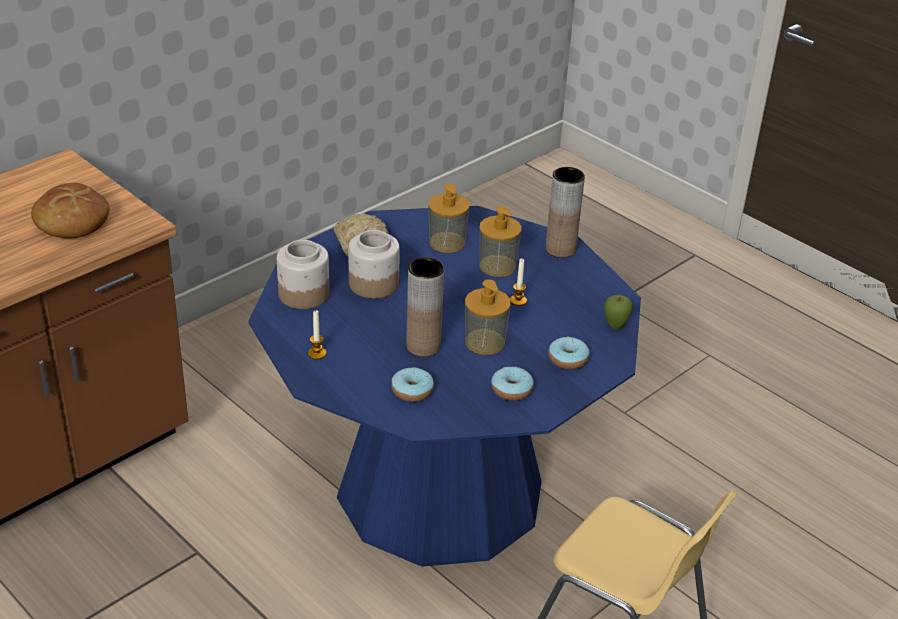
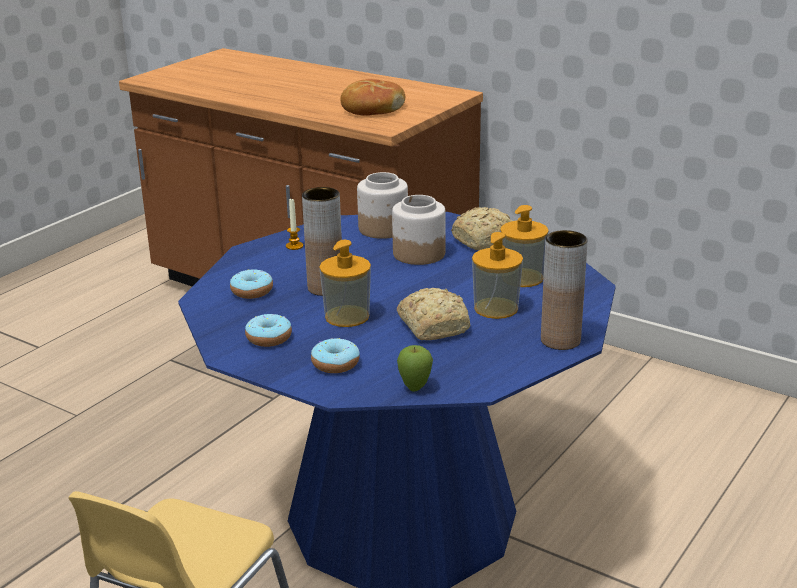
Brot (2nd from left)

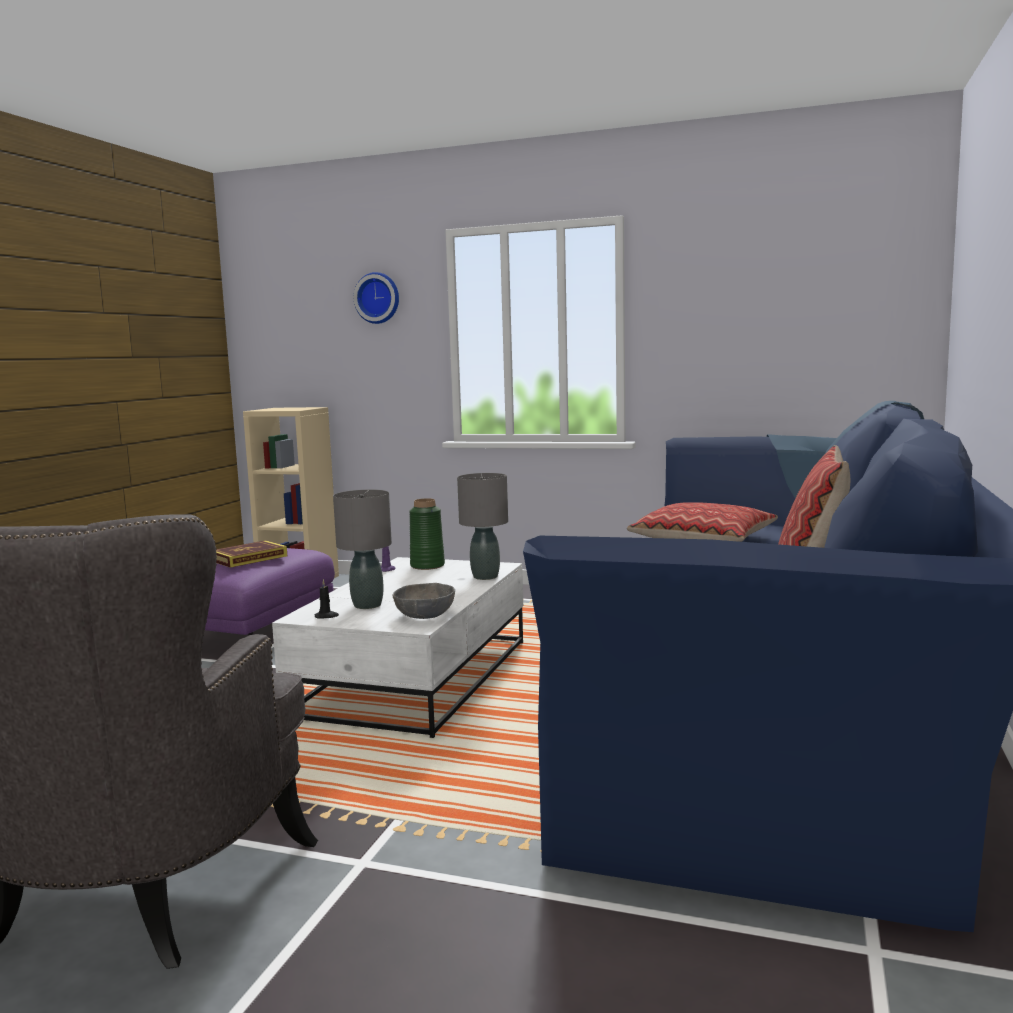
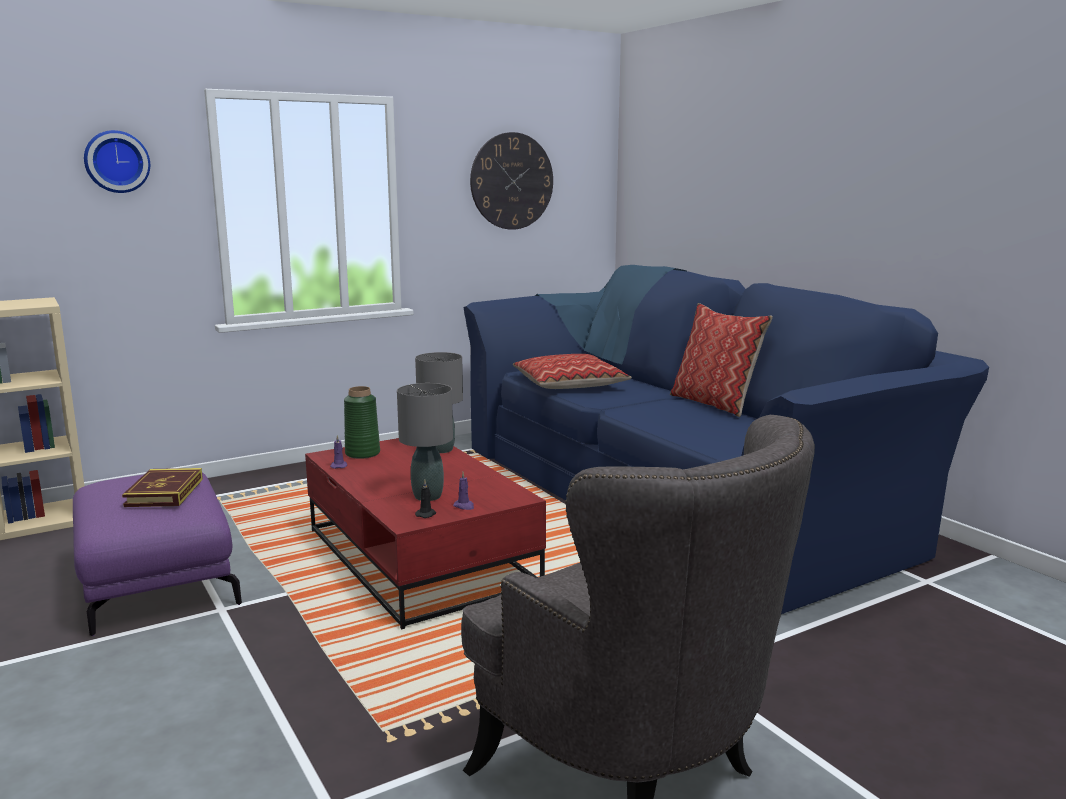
Couchtisch (rot)
Schüssel (grau)
Wanduhr (2nd from left)
Kerze (lila) (2nd from left)

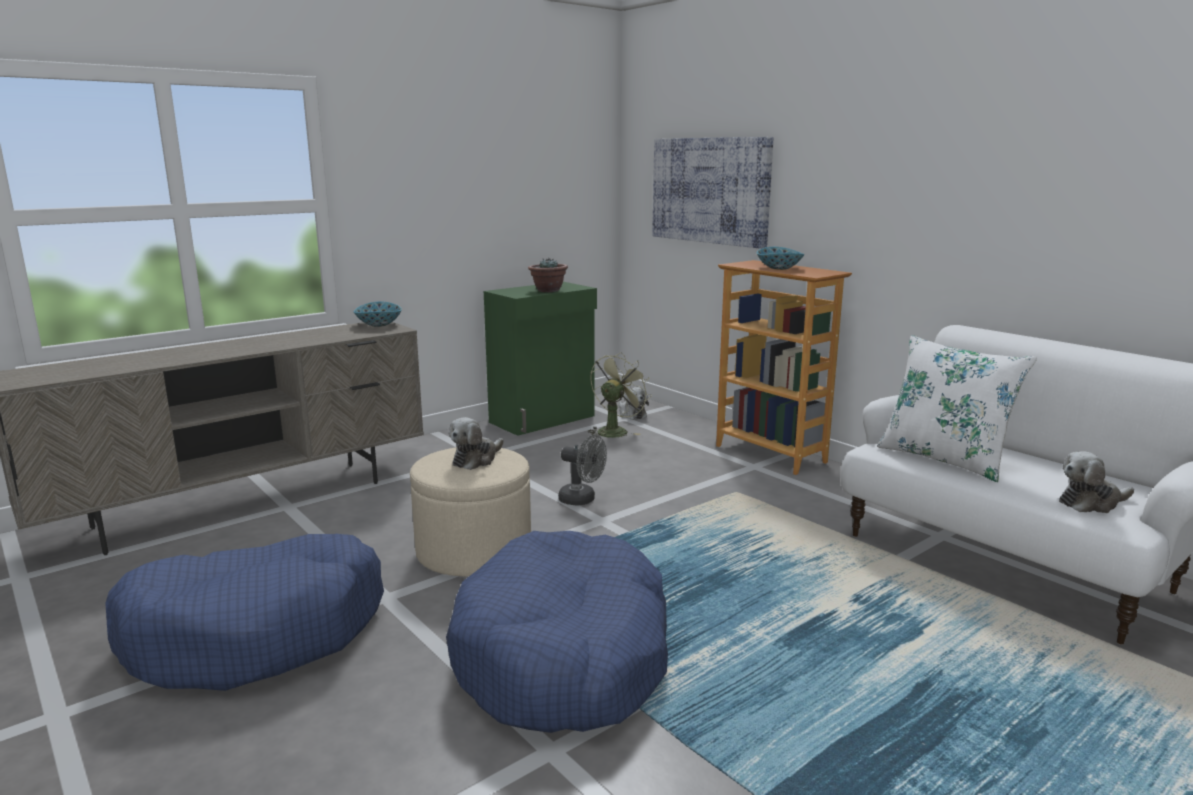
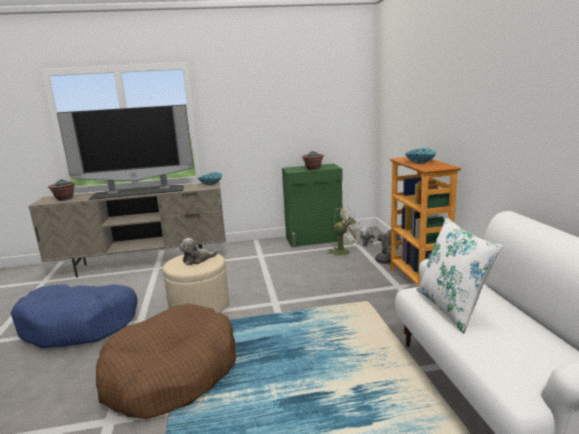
Bild
Ventilator (grau)
Plüschtier (3rd from left in the first image)
Hundebett (braun)
Fernseher
Topfpflanze (1st from left)

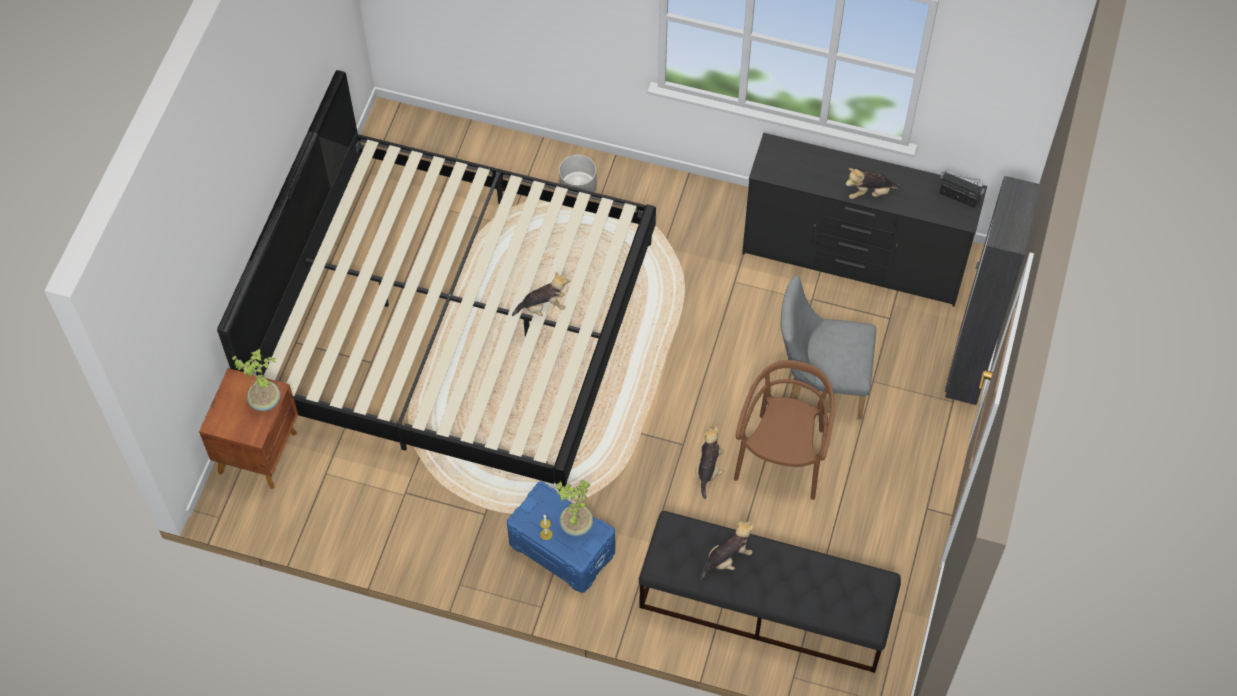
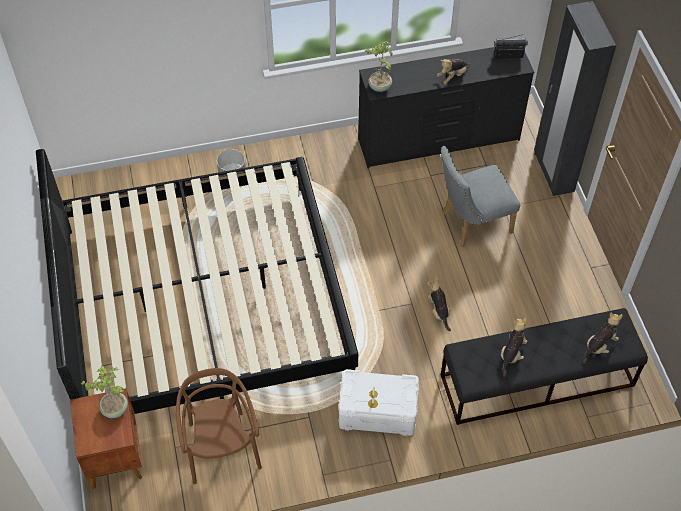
Plüschtier (4th from left)
Stuhl (braun)
Topfpflanze (2nd from left)
Aufbewahrungsbox (weiß)

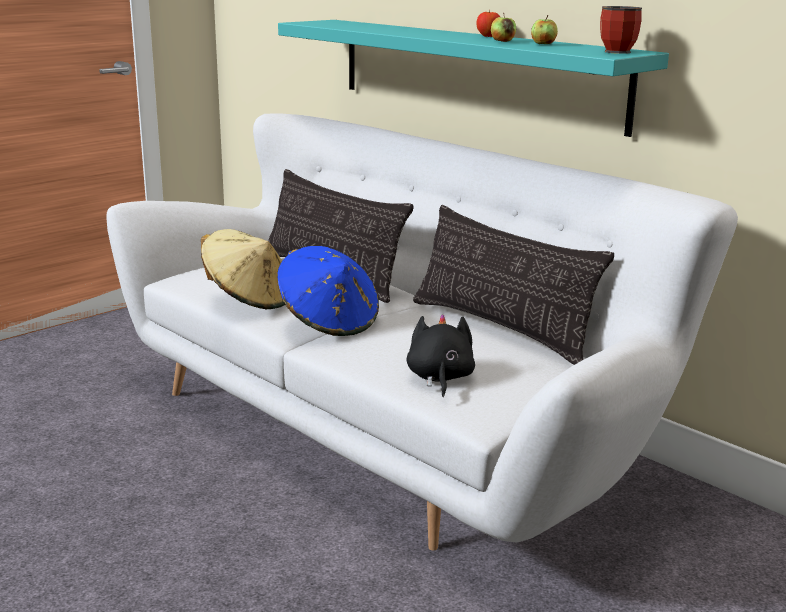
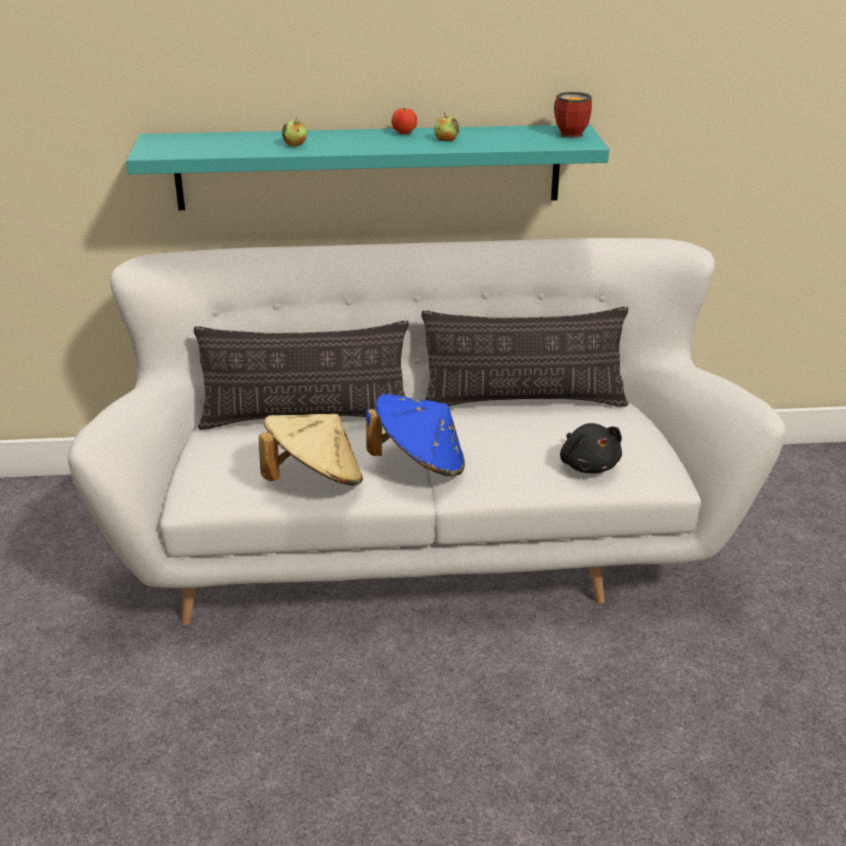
Apfel (1st from left)
Plüschtier (schwarz)

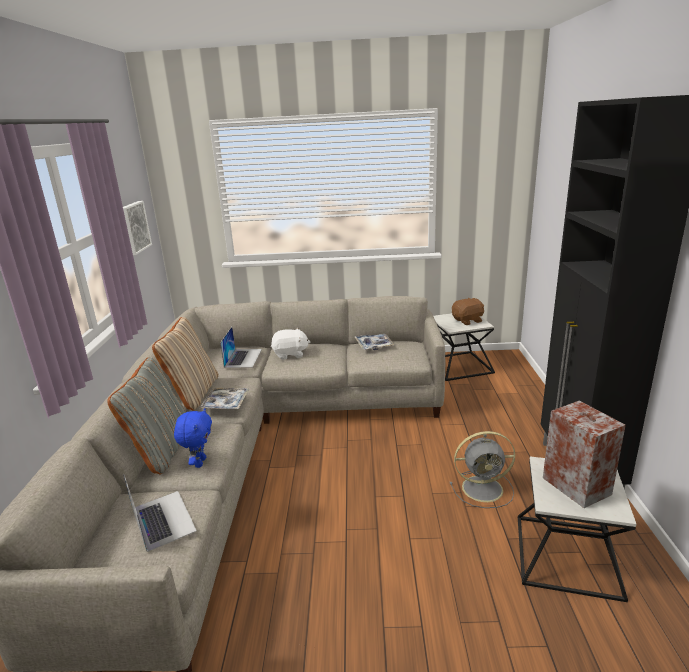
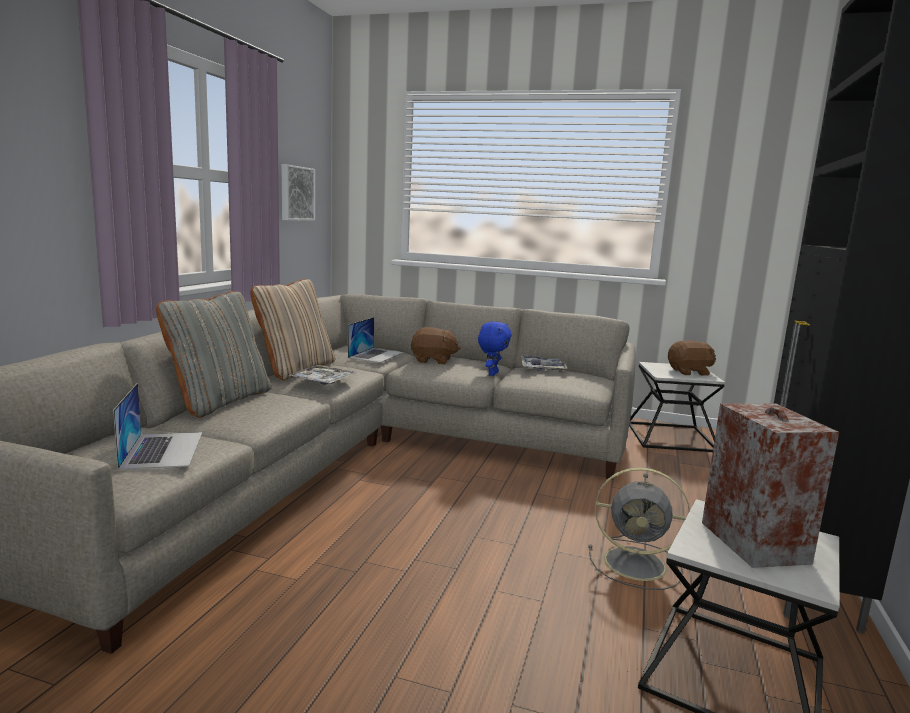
Plüschtier (braun) (1st from left)
Plüschtier (blau)

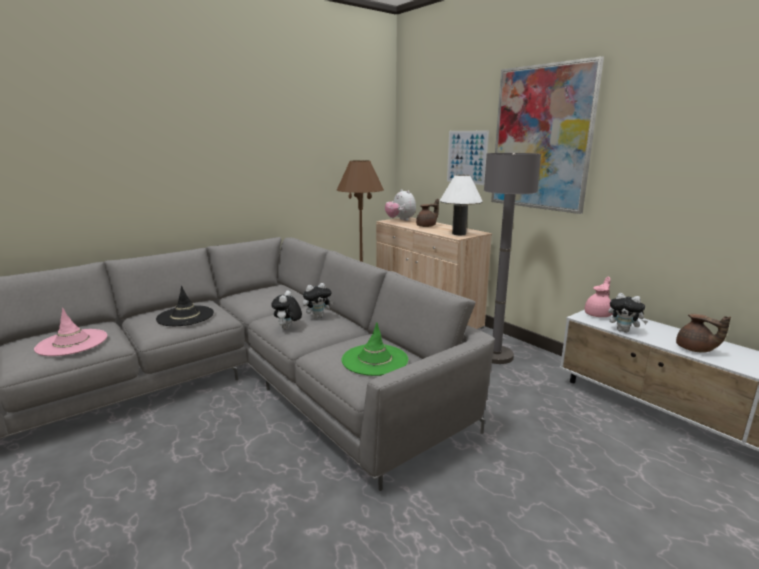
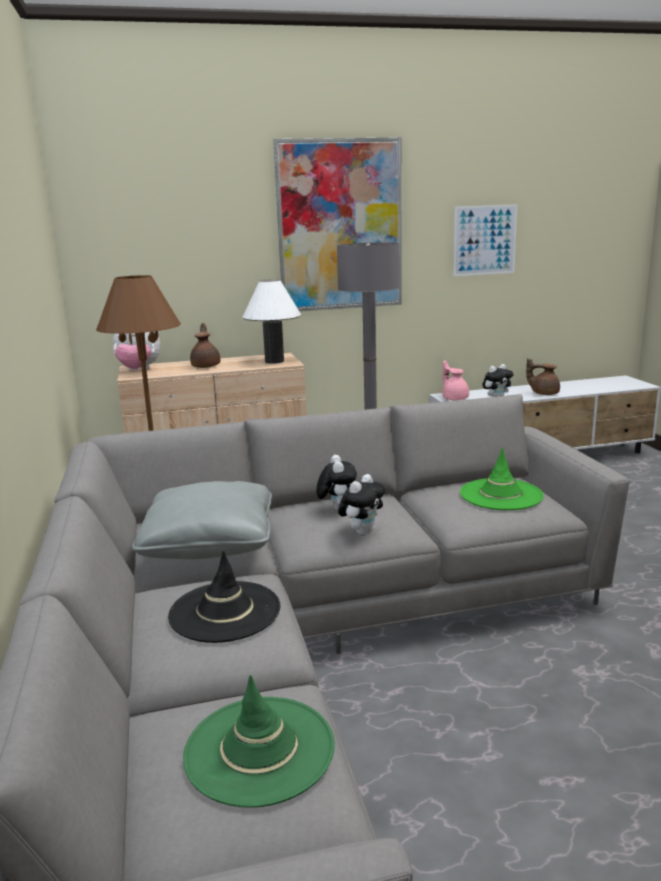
Bild (2nd from left)
Plüschtier (3rd from left)
Hut (grün) (1st from left)
Teekanne (braun) (2nd from left)
Kissen (grau)

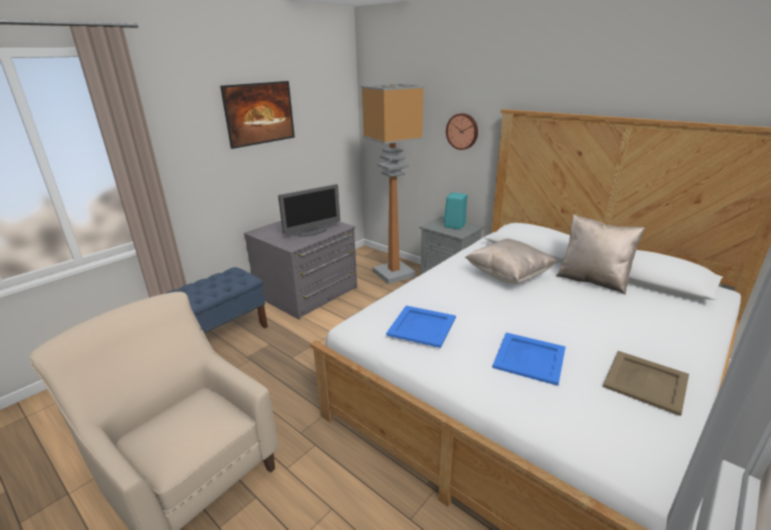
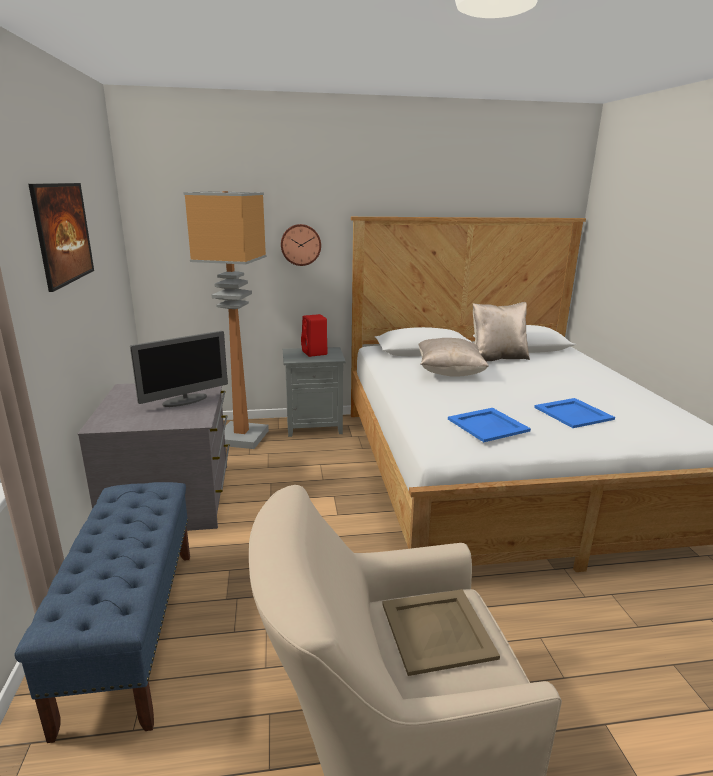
Monitor
Lautsprecher (rot)
Tablett (beige)

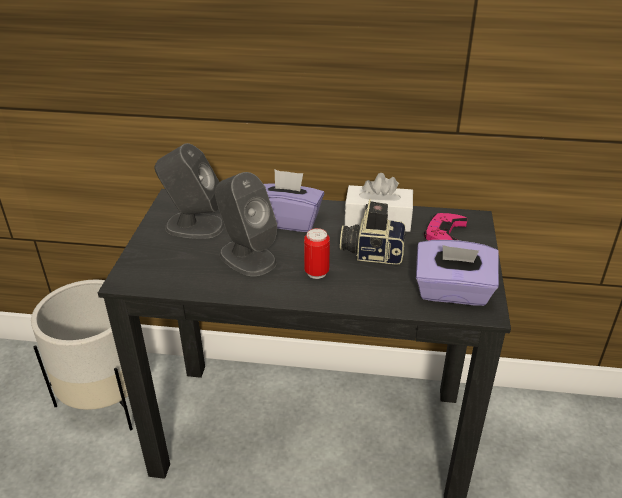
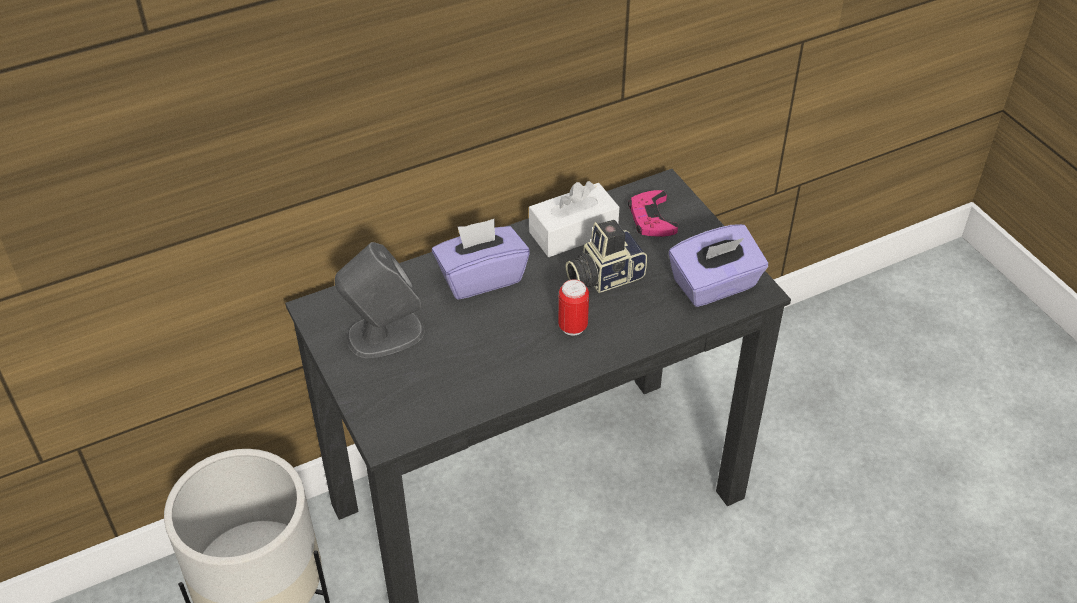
Lautsprecher (grau) (2nd from left in the first image)

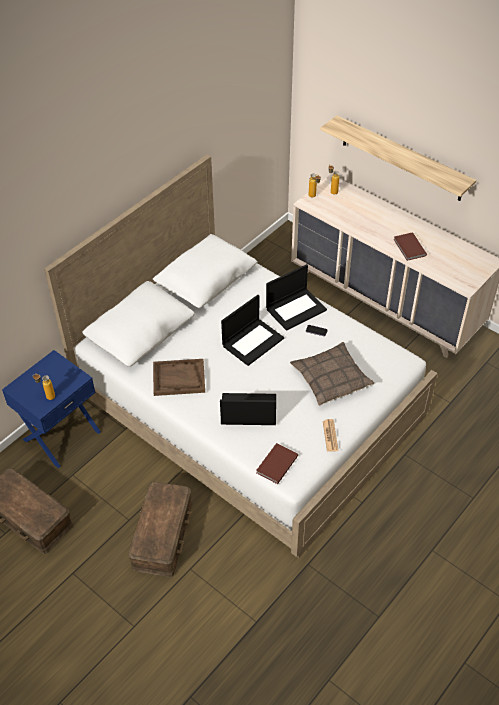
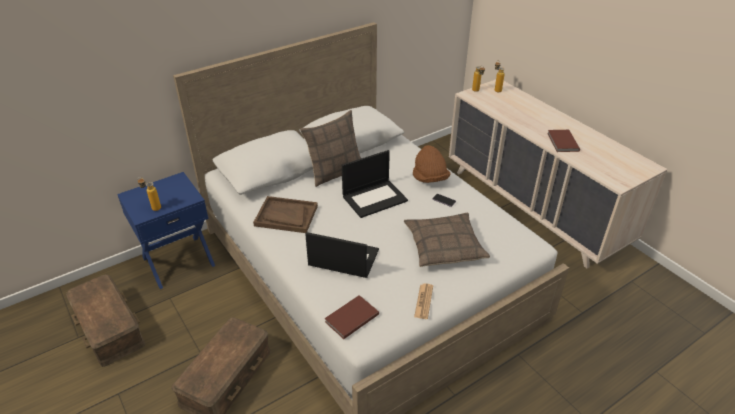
Wandregal
Hut (braun)
Kissen (1st from left)

